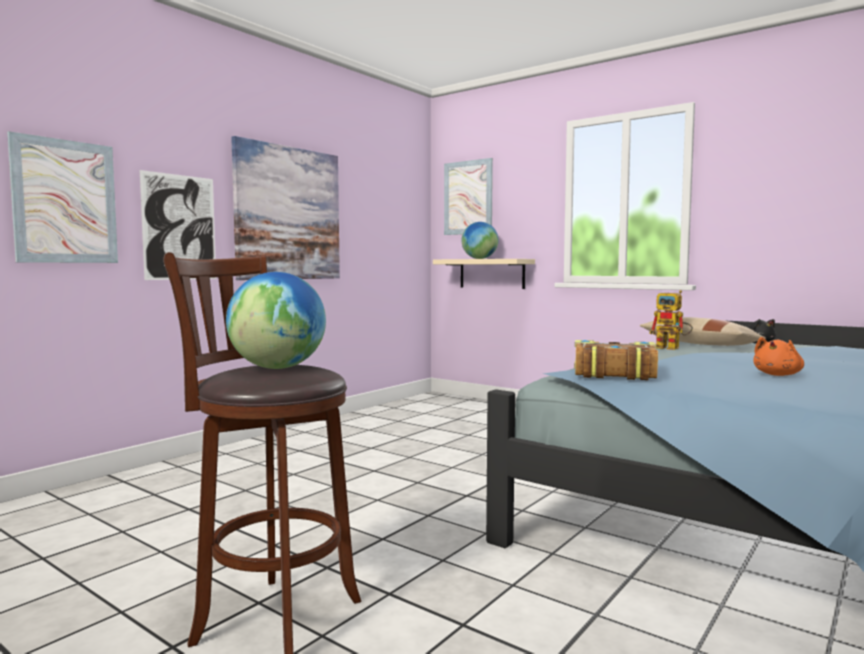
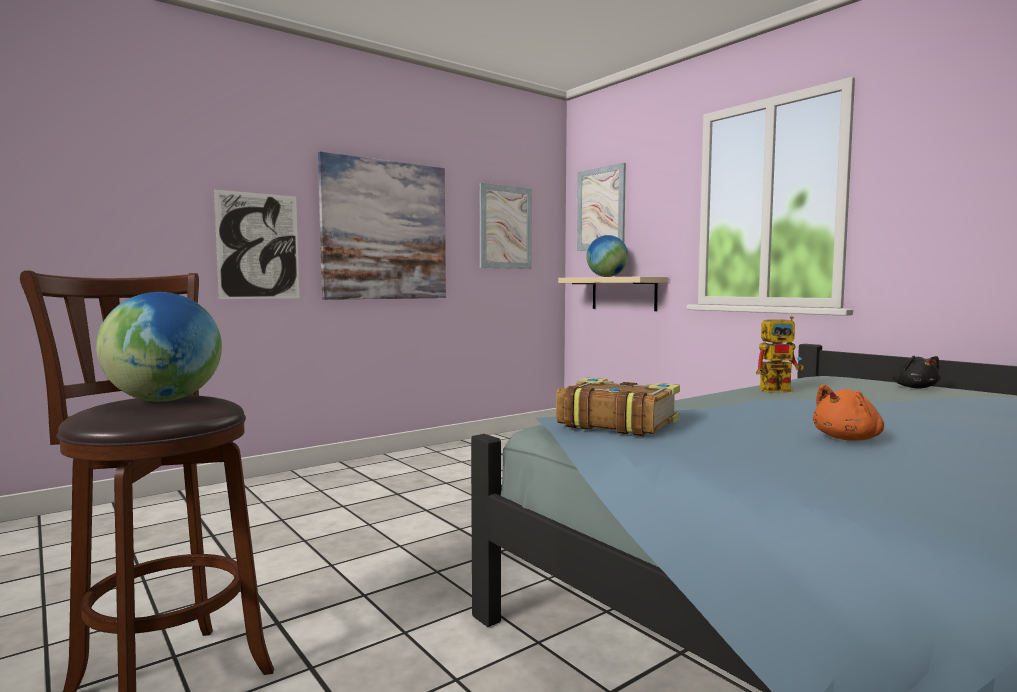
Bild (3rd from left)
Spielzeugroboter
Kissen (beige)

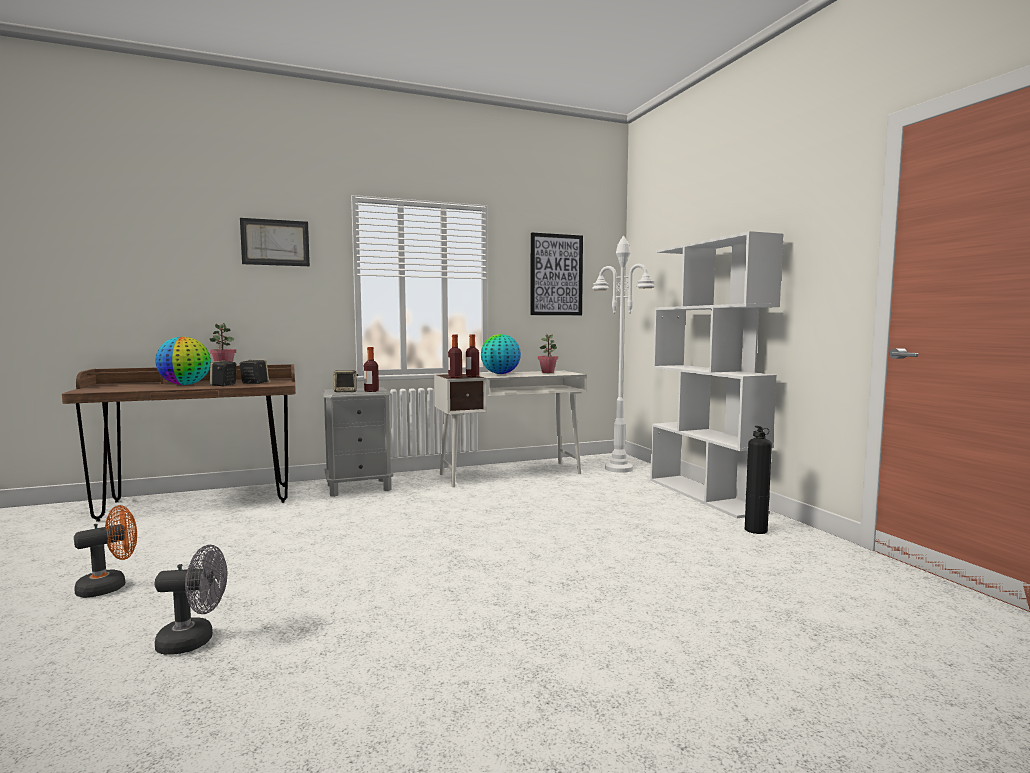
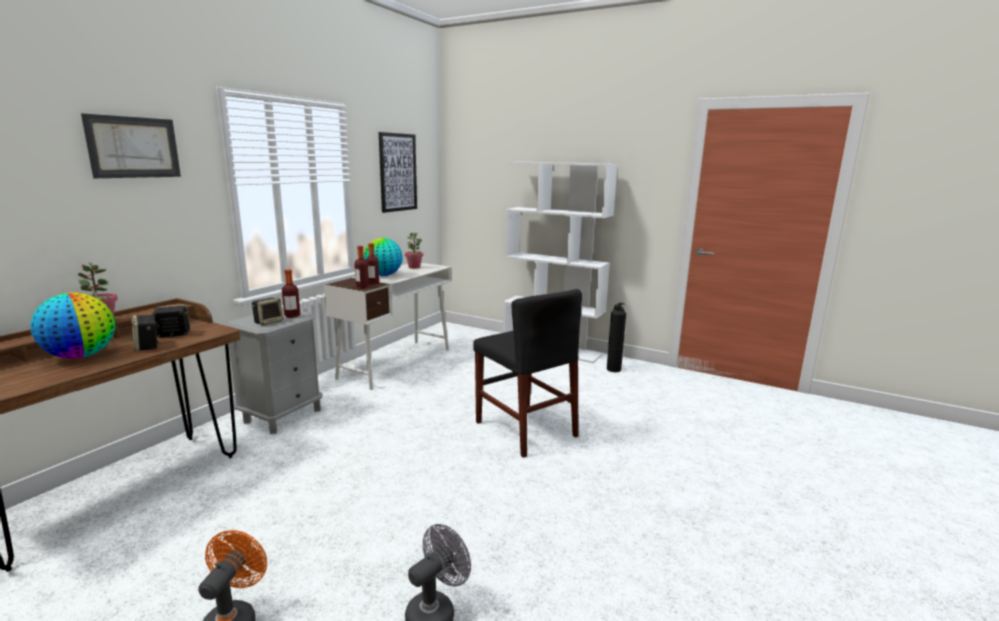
Stehlampe (weiß)
Stuhl (schwarz)

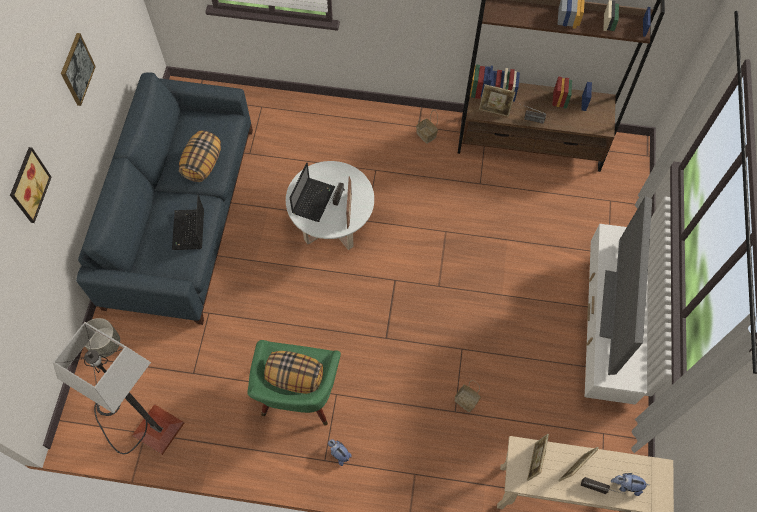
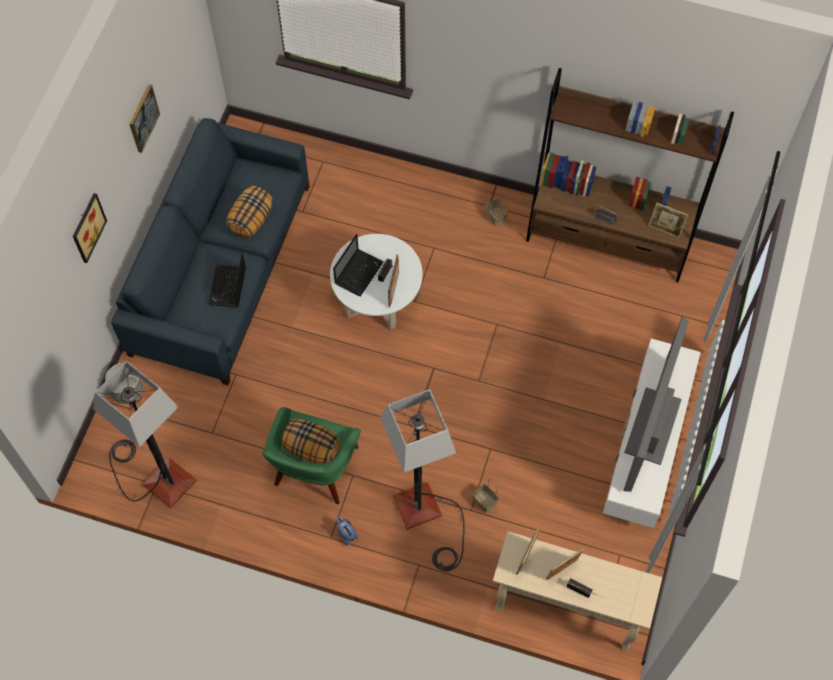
Bilderrahmen (4th from left)
Plüschtier (2nd from left in the first image)
Stehlampe (2nd from left)

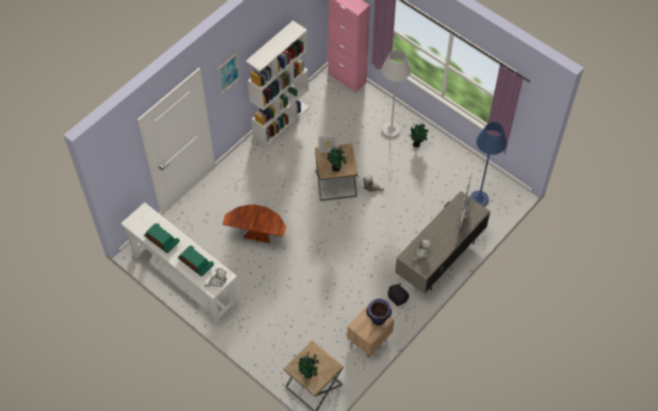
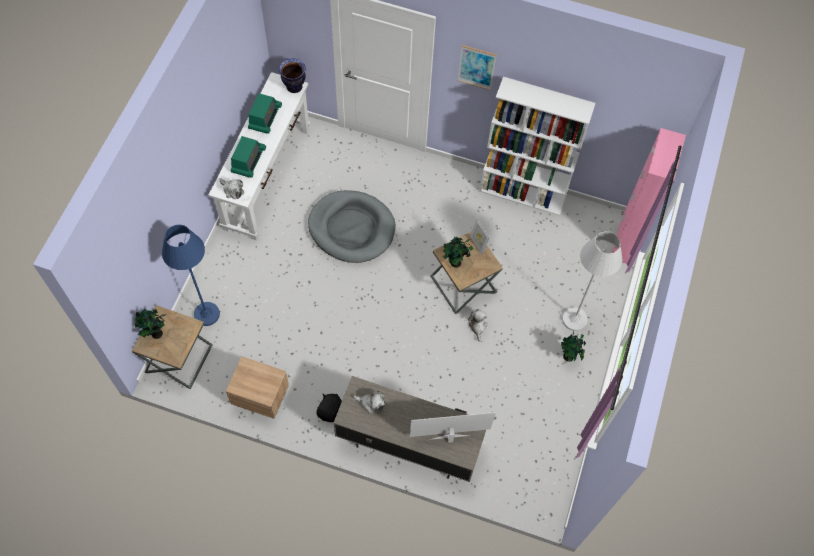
Stehlampe (blau)
Hundebett (grau)
Vase

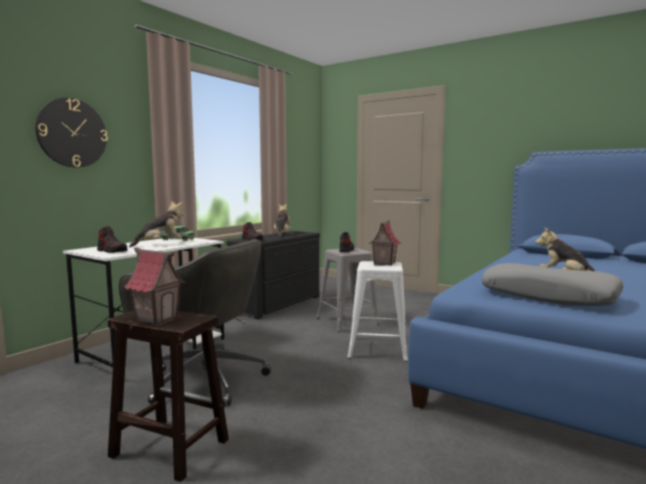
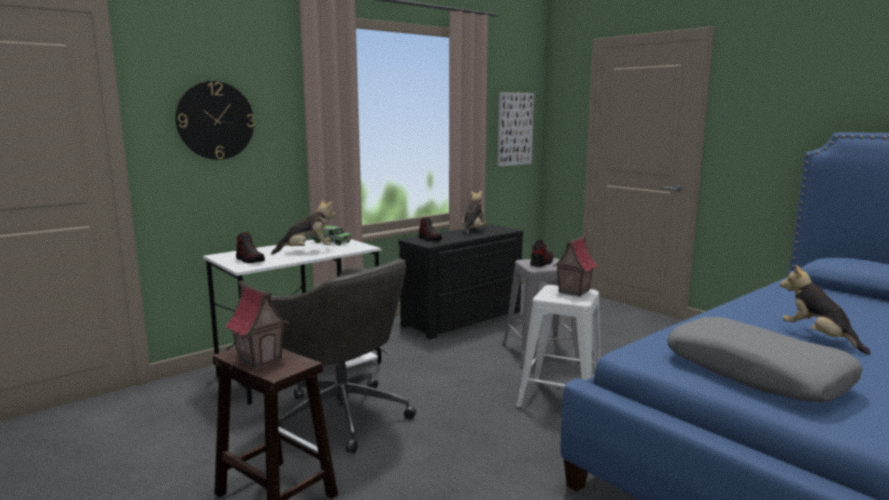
Bild

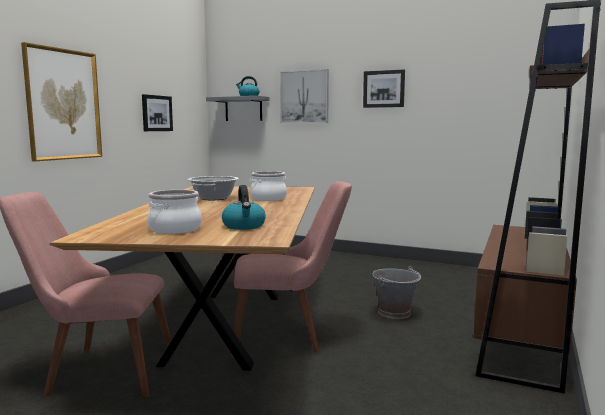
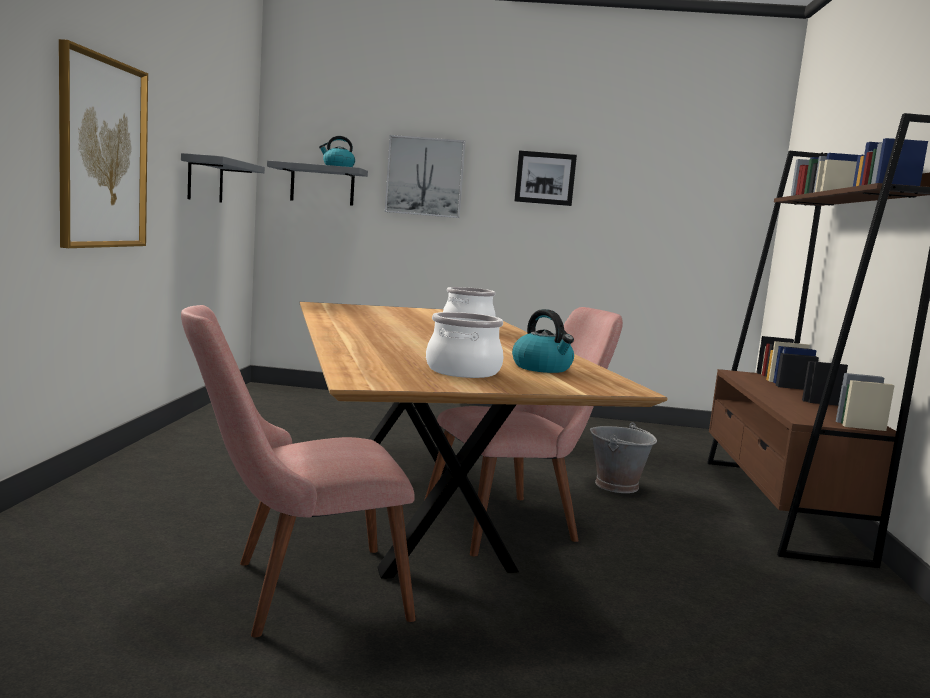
Wandregal (grau) (1st from left)
Kochtopf (2nd from left in the first image)

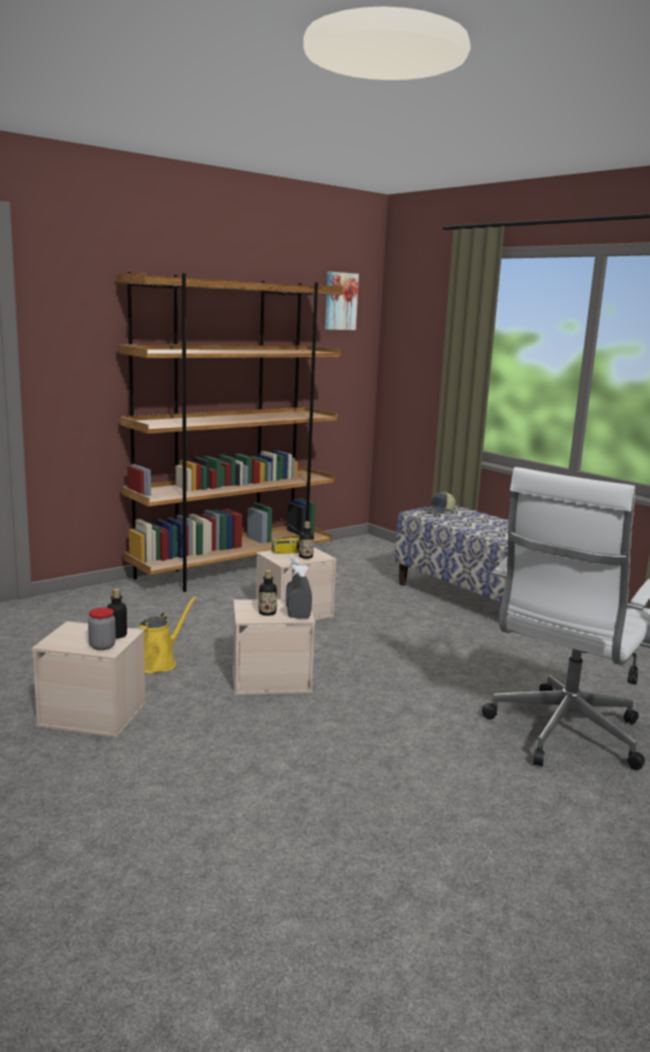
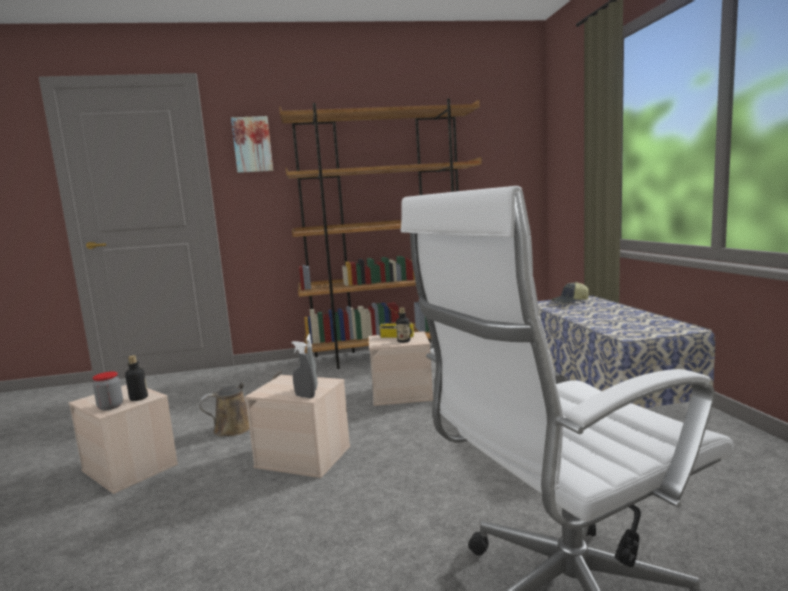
Bild
Flasche (2nd from left in the first image)
Gießkanne (braun)

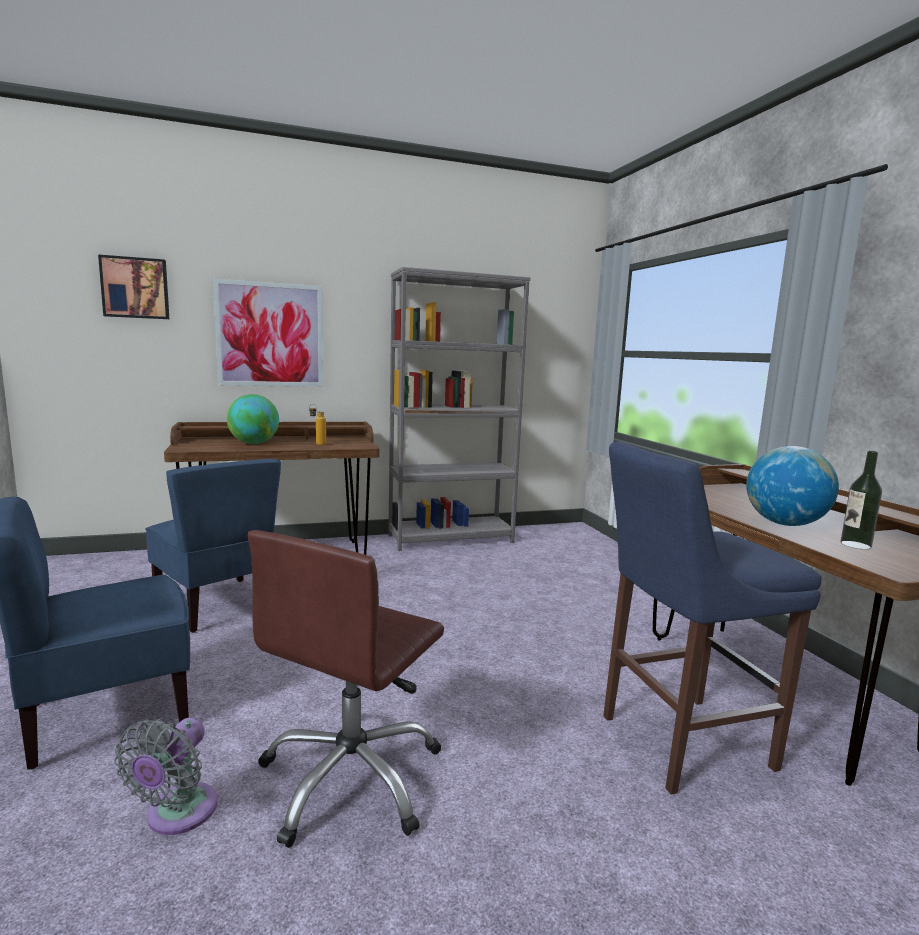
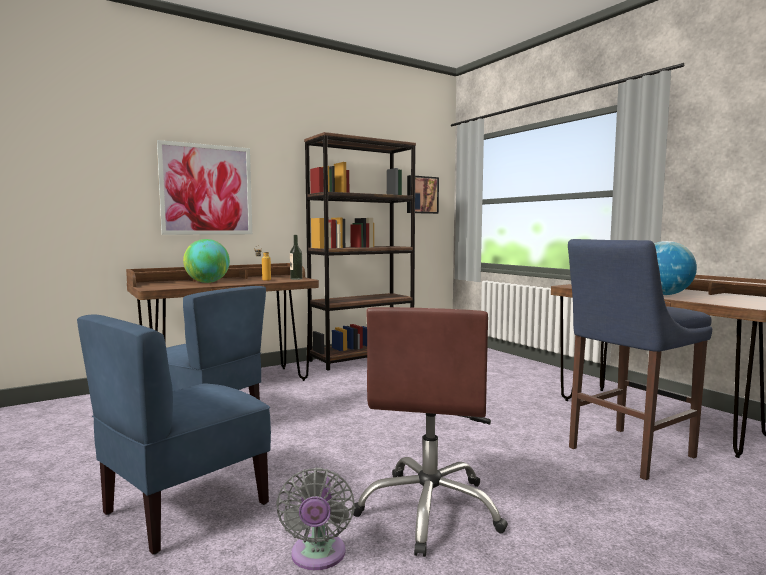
Bild (2nd from left)
Bücherregal (braun)
Flasche (2nd from left)

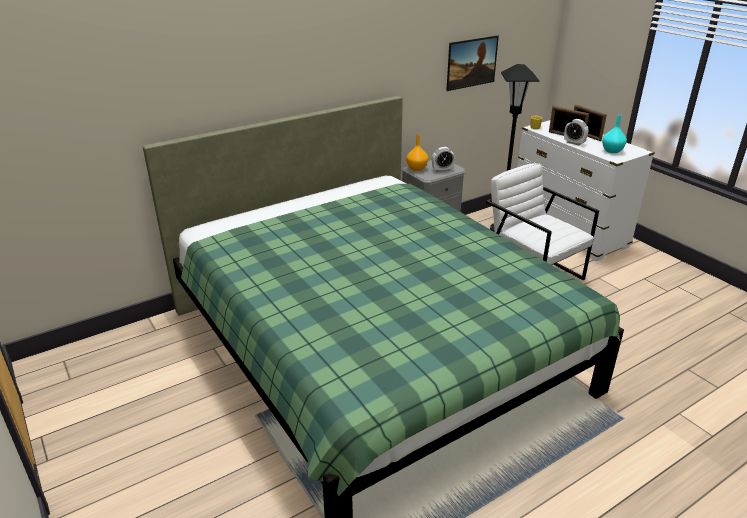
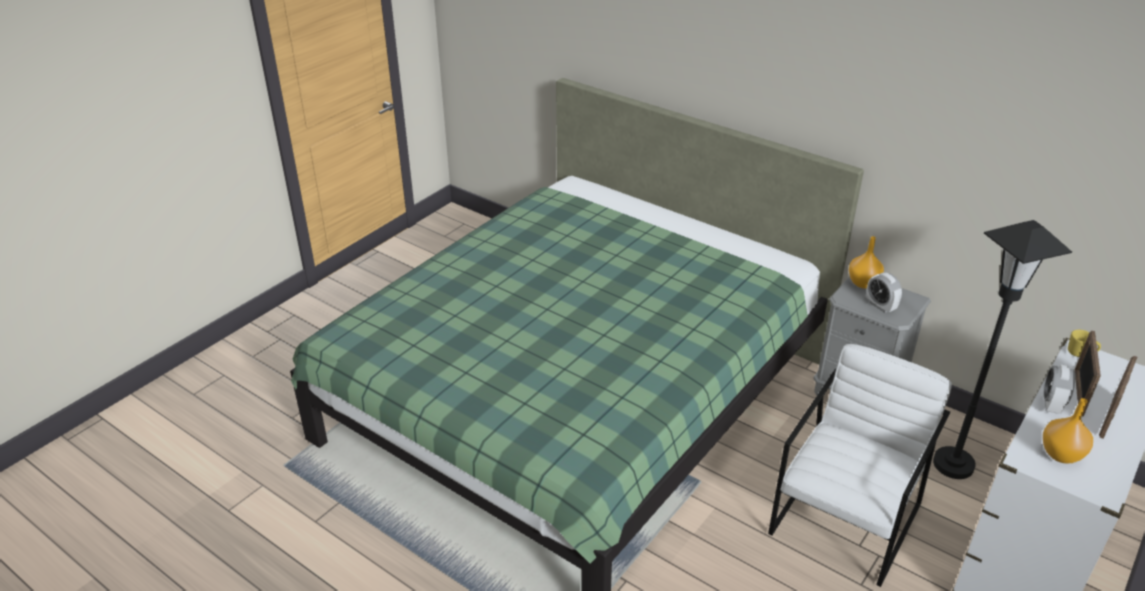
Bild
Vase (orange) (2nd from left)

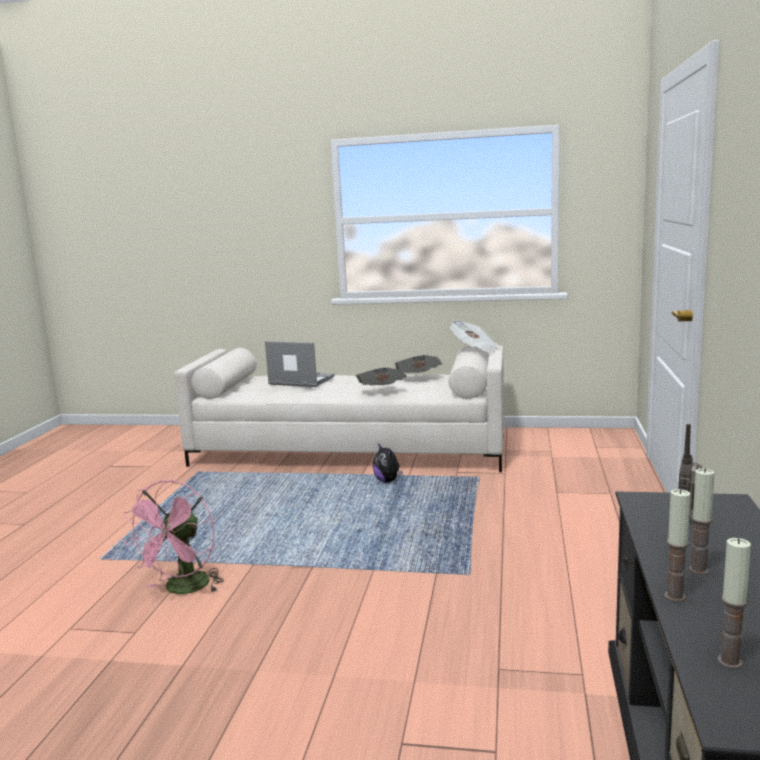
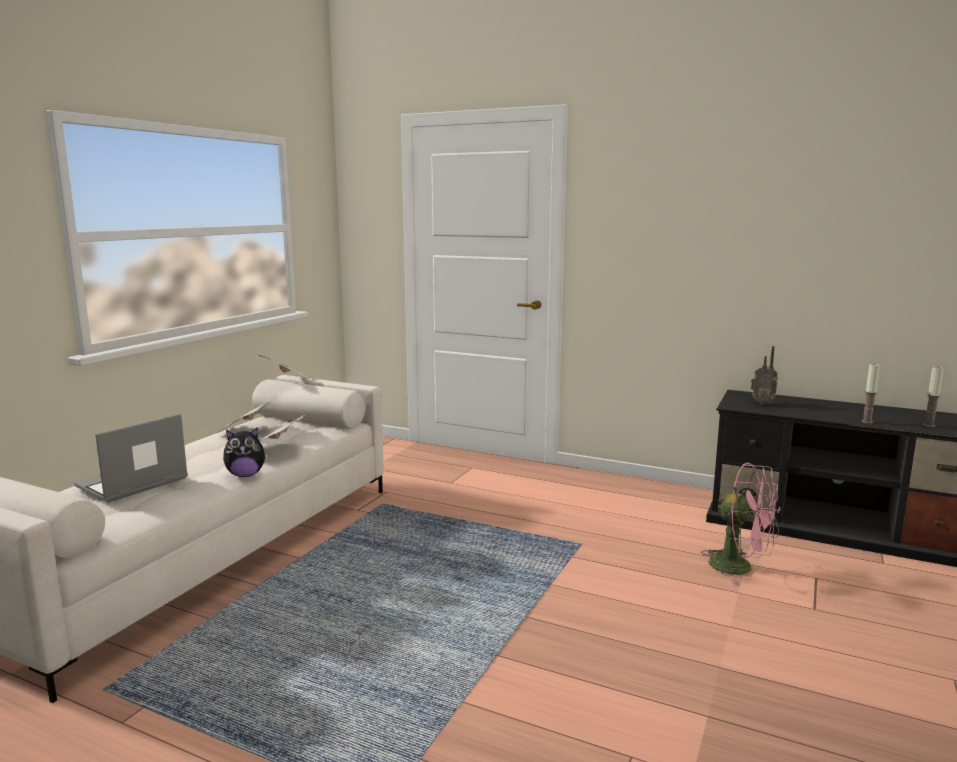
Plüschtier
Kerze (2nd from left in the first image)
Ventilator (rosa)

